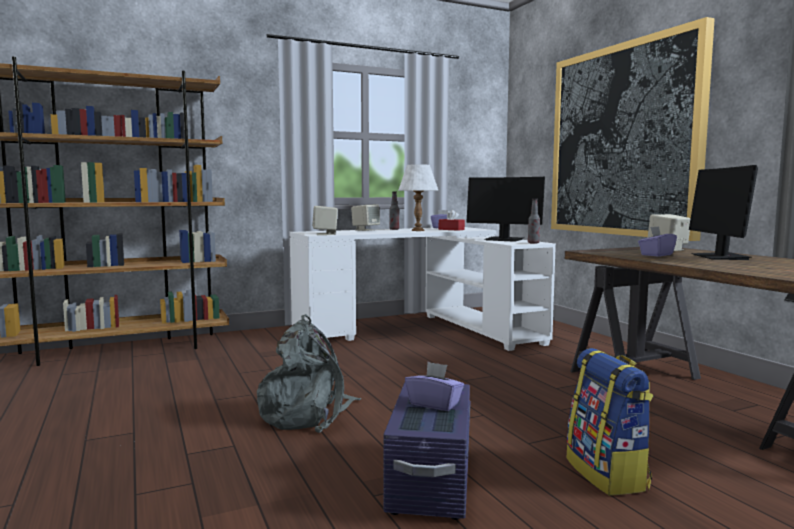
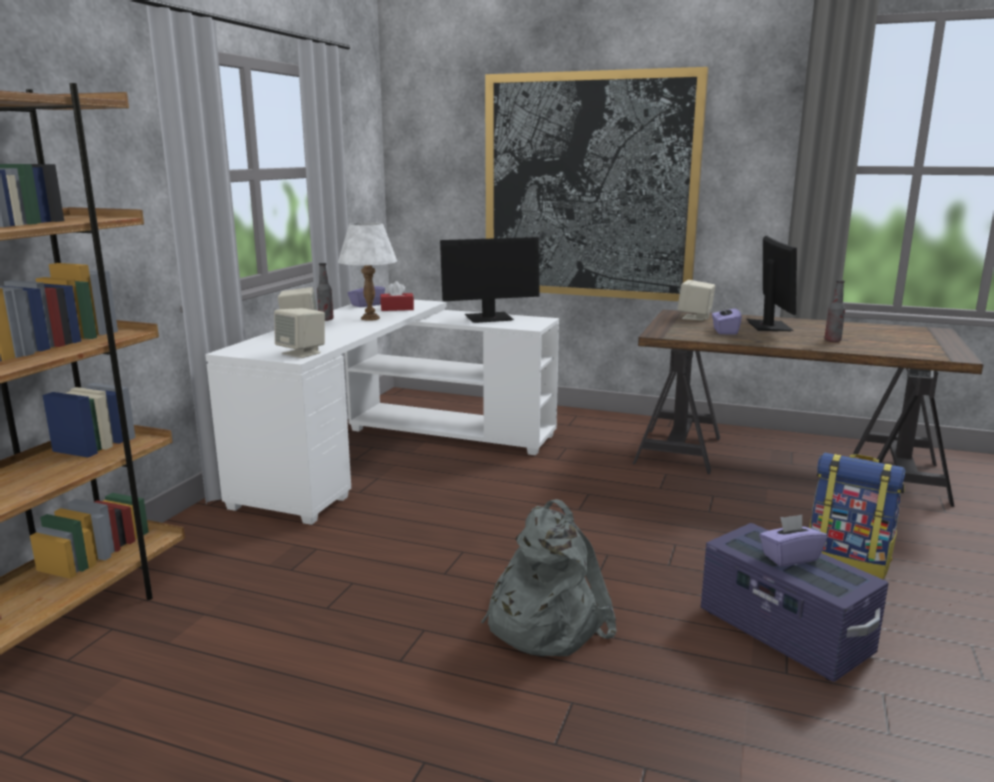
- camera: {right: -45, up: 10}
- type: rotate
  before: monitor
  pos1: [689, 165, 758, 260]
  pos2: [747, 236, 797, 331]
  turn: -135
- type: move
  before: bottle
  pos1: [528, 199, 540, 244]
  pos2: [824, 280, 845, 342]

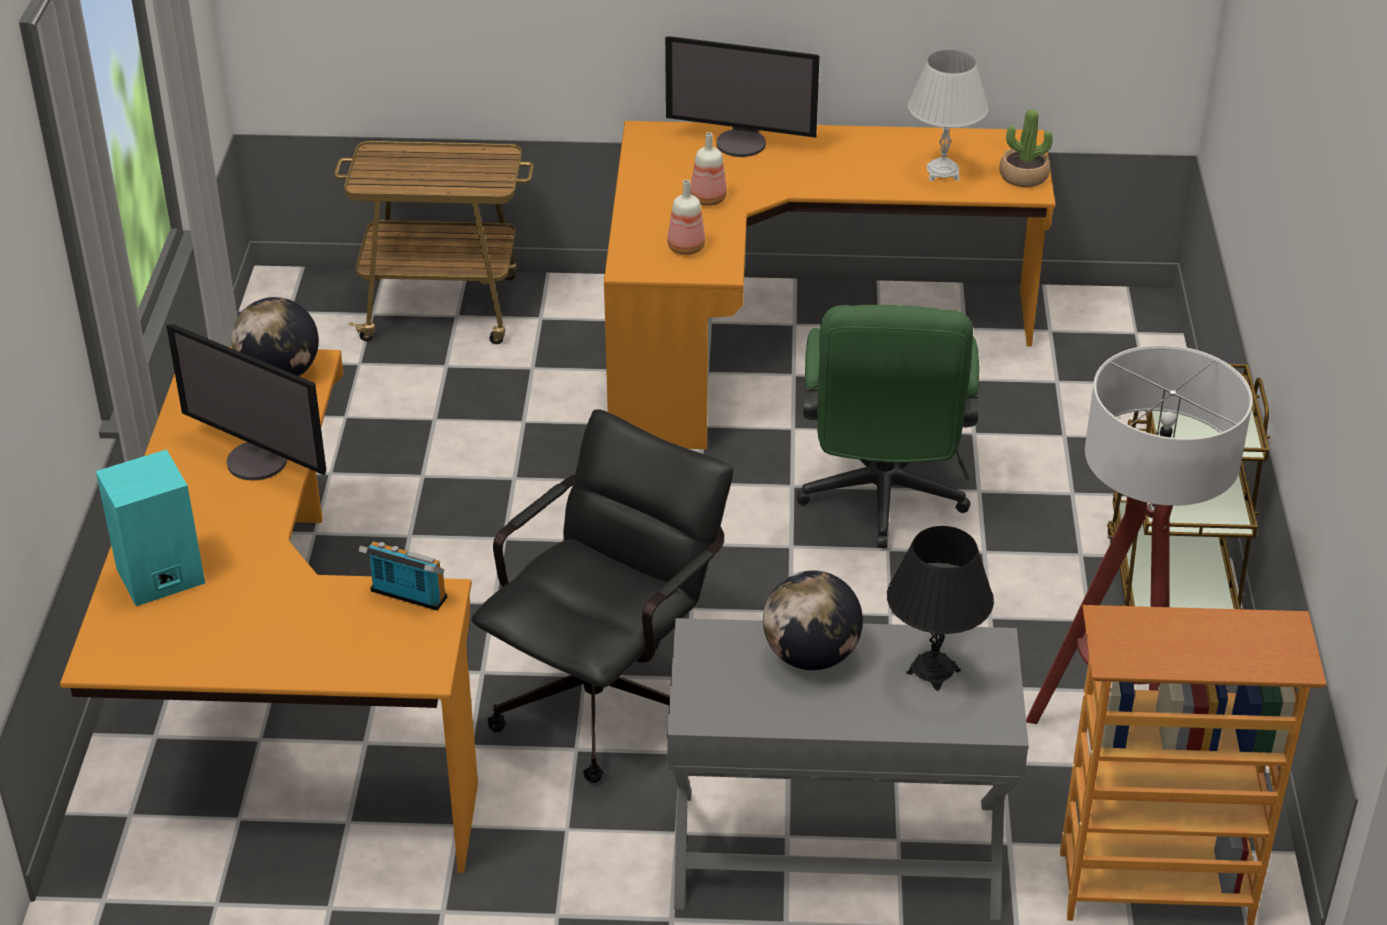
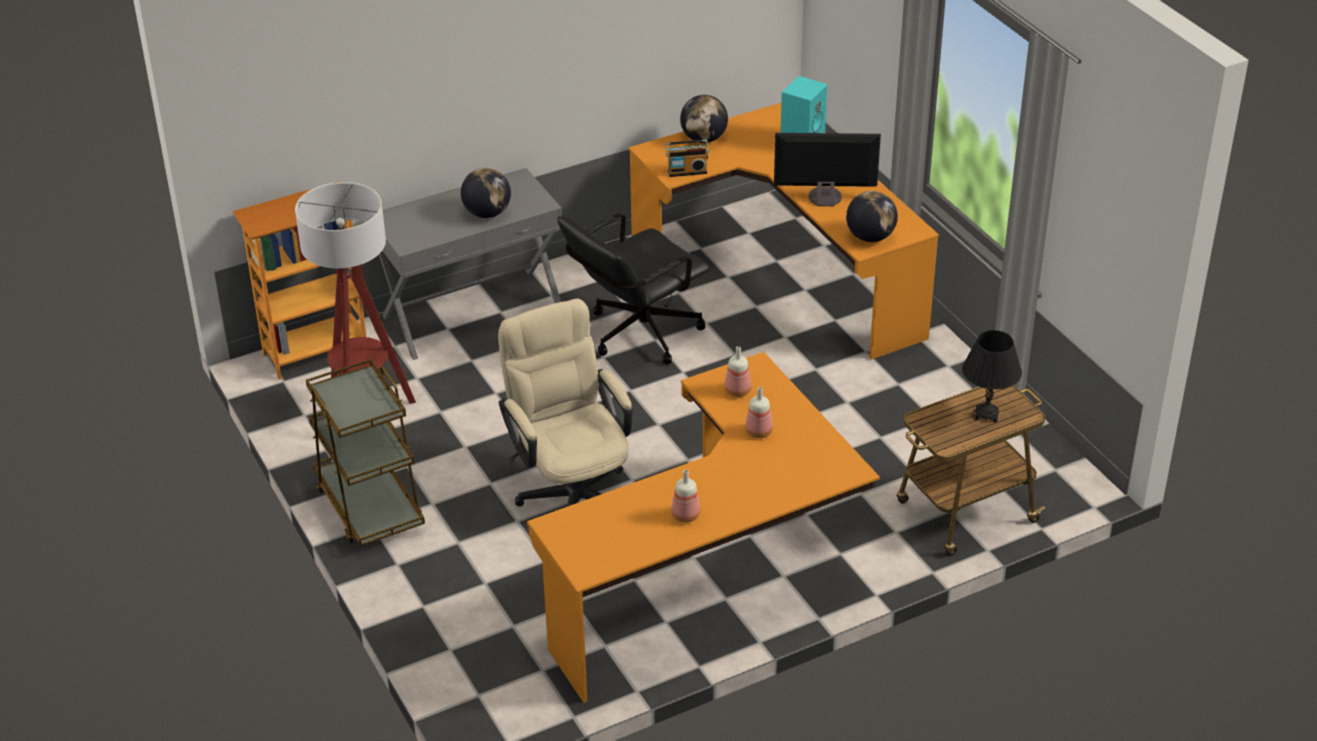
- camera: {right: 150, up: 0}
- type: recolor
  before: office chair in green
  after: office chair in beige
  pos1: [796, 305, 979, 548]
  pos2: [498, 299, 633, 507]
- type: rotate
  before: office chair in black
  pos1: [471, 410, 733, 783]
  pos2: [557, 213, 710, 364]
  turn: 45
- type: insert
  after: bottle
  pos2: [671, 470, 700, 523]
- type: insert
  after: globe
  pos2: [680, 95, 728, 143]
- type: move
  before: table lamp in black
  pos1: [887, 526, 994, 691]
  pos2: [962, 330, 1022, 423]
- type: delete
  before: monitor
  pos1: [665, 36, 820, 157]
- type: delete
  before: table lamp in white
  pos1: [908, 50, 988, 181]
- type: delete
  before: potted plant
  pos1: [1000, 109, 1053, 187]

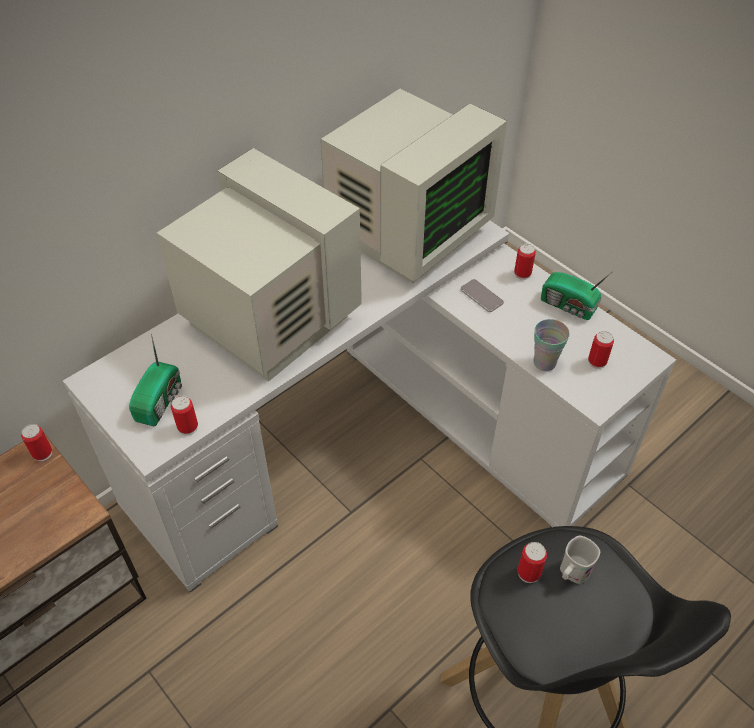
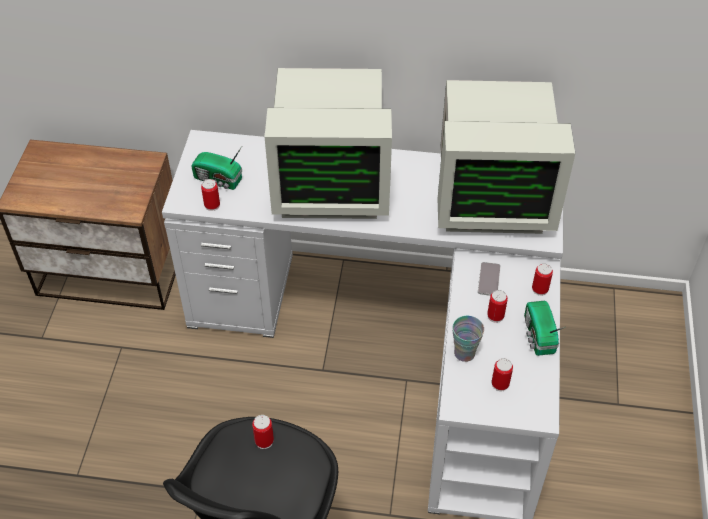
- camera: {right: 50, up: 0}
- type: rotate
  before: radio
  pos1: [129, 333, 182, 426]
  pos2: [191, 147, 242, 190]
  turn: 45
- type: rotate
  before: monitor
  pos1: [157, 148, 362, 382]
  pos2: [265, 68, 392, 219]
  turn: 90
- type: move
  before: can
  pos1: [21, 424, 52, 461]
  pos2: [487, 290, 508, 323]
- type: delete
  before: mug in white
  pos1: [560, 536, 600, 584]

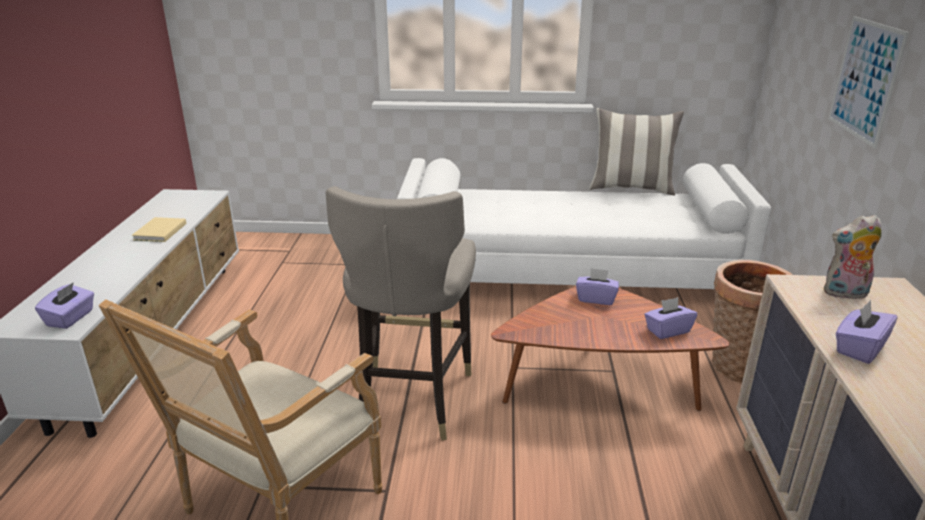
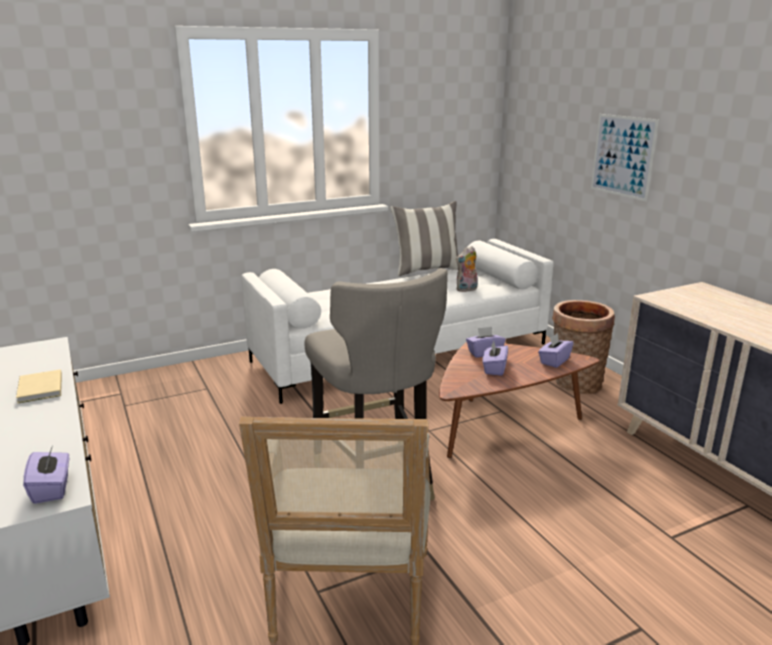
- camera: {right: -30, up: -5}
- type: move
  before: plush toy
  pos1: [824, 215, 882, 299]
  pos2: [456, 246, 477, 292]
- type: move
  before: tissue box in purple
  pos1: [836, 300, 898, 364]
  pos2: [483, 340, 508, 376]

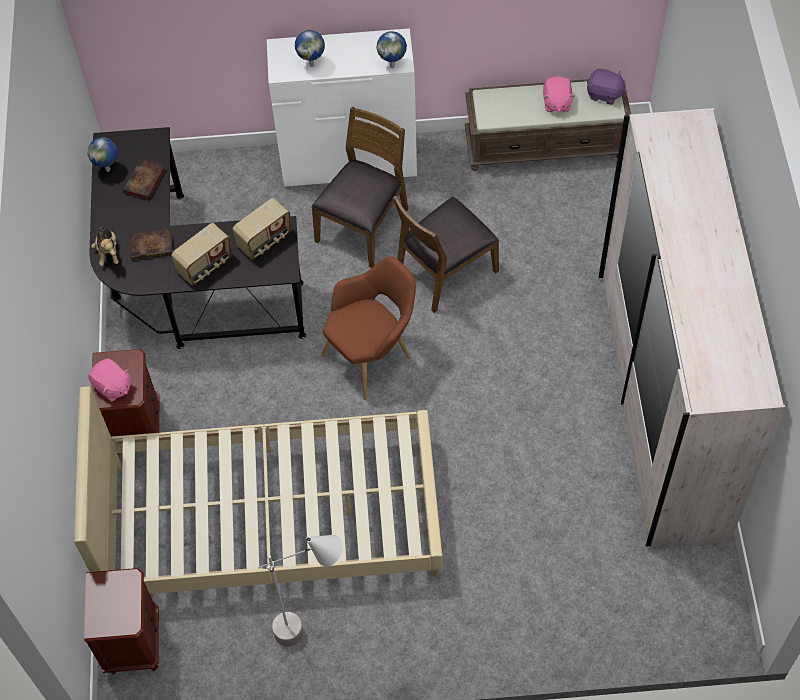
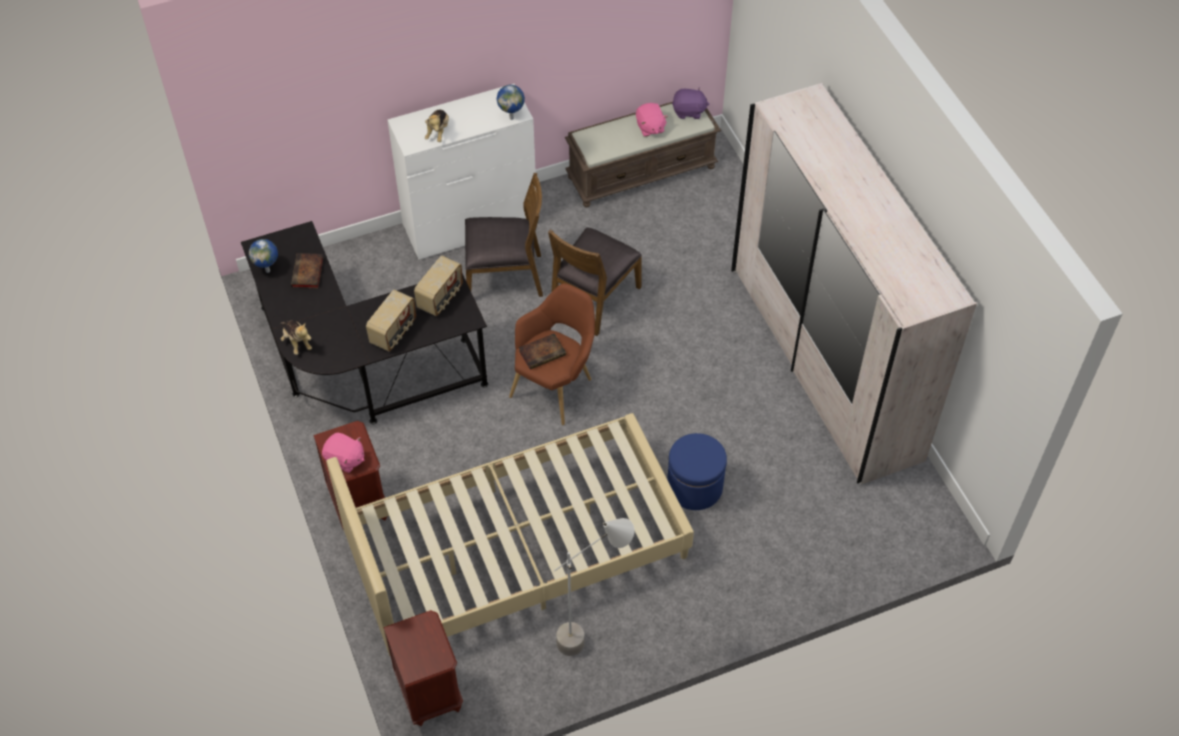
- camera: {right: -20, up: -5}
- type: replace
  before: globe
  after: plush toy
  pos1: [295, 30, 325, 67]
  pos2: [425, 109, 449, 142]
- type: rotate
  before: chair in brown
  pos1: [311, 107, 408, 268]
  pos2: [465, 173, 543, 297]
  turn: 75
- type: move
  before: book
  pos1: [129, 228, 173, 260]
  pos2: [519, 334, 566, 370]
- type: insert
  after: ottoman in blue
  pos2: [667, 433, 727, 510]

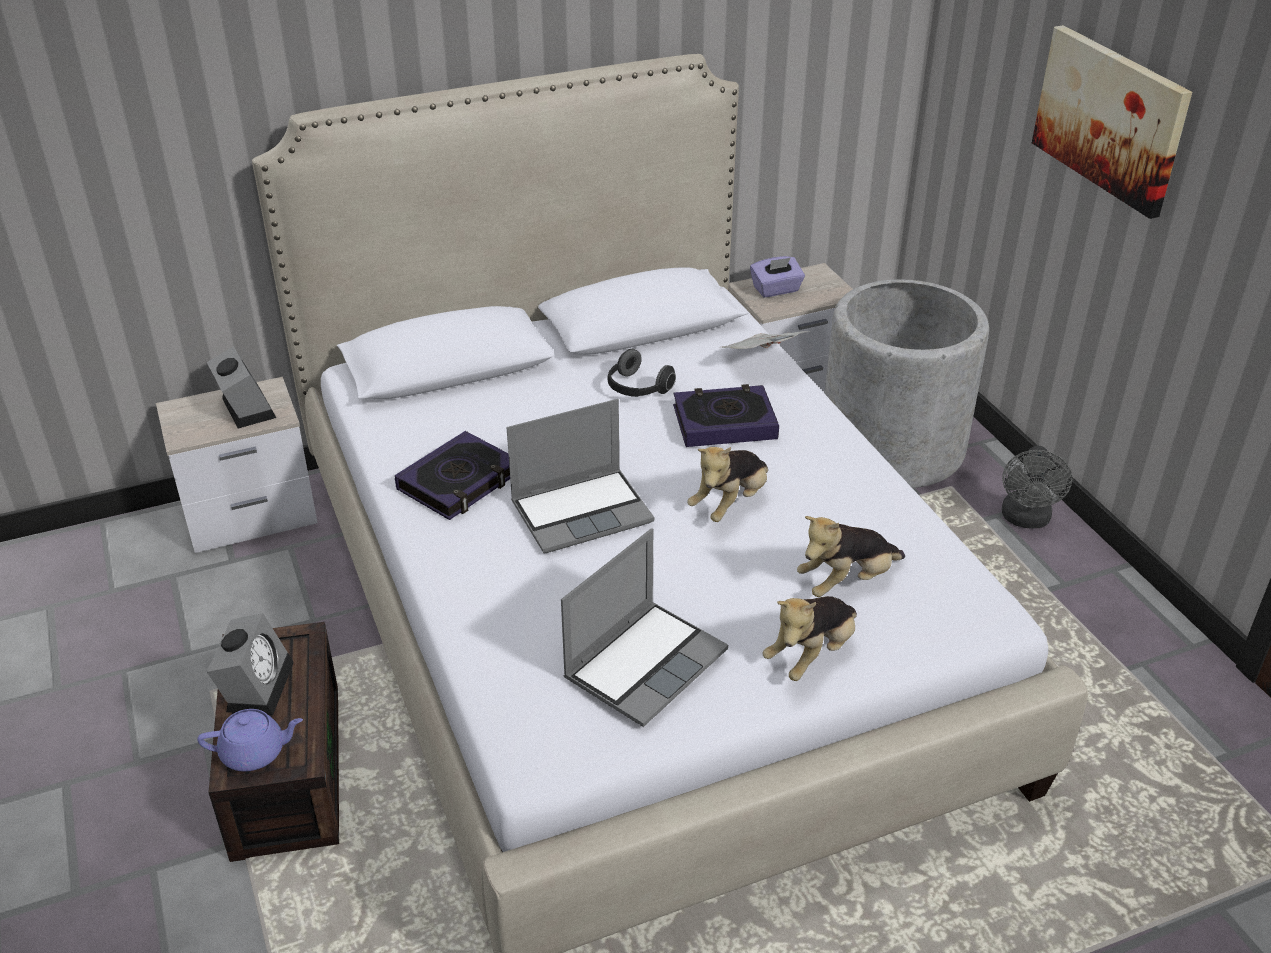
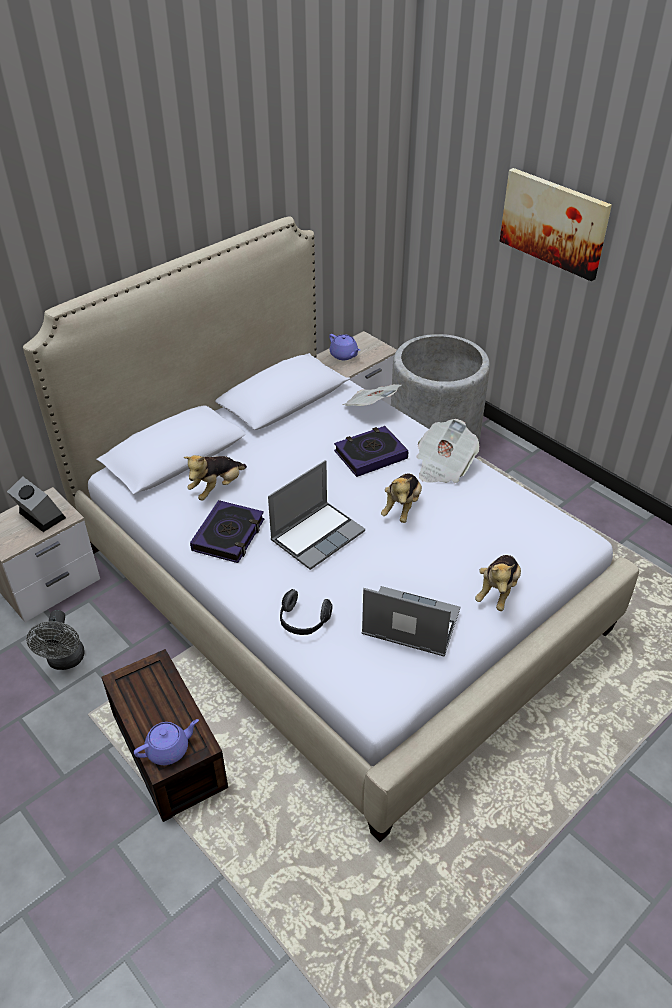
- camera: {right: -20, up: 5}
- type: move
  before: fan in grey
  pos1: [1002, 446, 1072, 528]
  pos2: [26, 610, 85, 670]
- type: move
  before: plush toy
  pos1: [797, 516, 905, 597]
  pos2: [184, 455, 247, 501]
- type: move
  before: headphones
  pos1: [608, 349, 676, 397]
  pos2: [280, 589, 333, 635]
- type: replace
  before: tissue box in purple
  after: teapot in purple
  pos1: [750, 256, 805, 297]
  pos2: [329, 334, 360, 360]
- type: rotate
  before: laptop
  pos1: [561, 528, 728, 727]
  pos2: [362, 586, 460, 656]
  turn: -90
- type: insert
  after: newspaper
  pos2: [417, 419, 480, 483]
- type: delete
  before: alarm clock
  pos1: [207, 613, 294, 715]

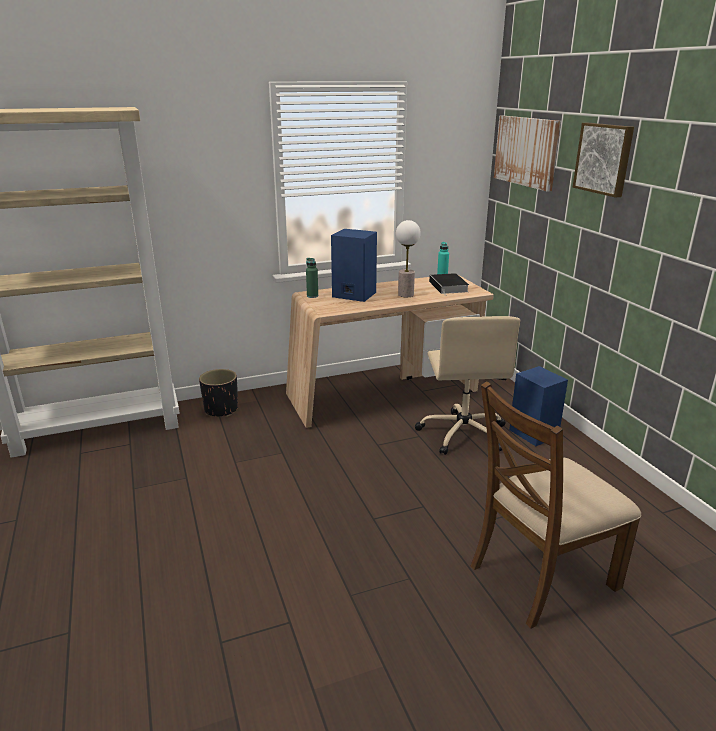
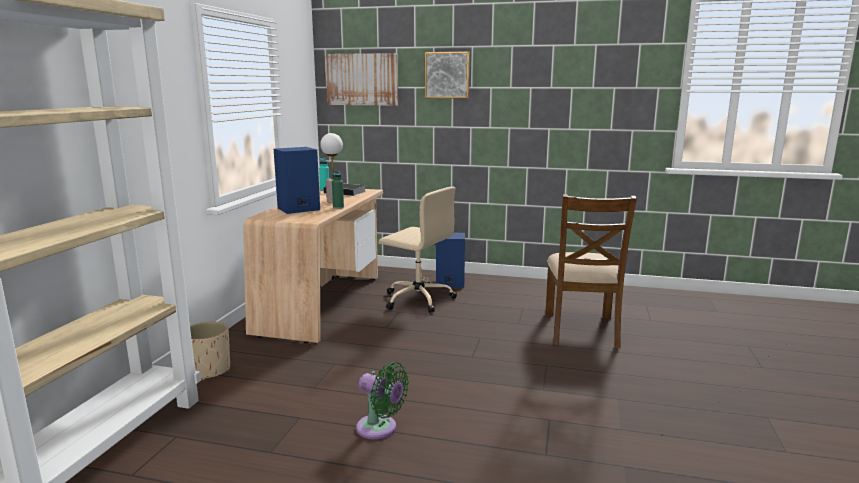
- camera: {right: -55, up: -10}
- type: recolor
  before: planter in black
  after: planter in beige
  pos1: [199, 369, 238, 417]
  pos2: [190, 322, 230, 380]
- type: move
  before: bottle in green
  pos1: [306, 258, 318, 298]
  pos2: [332, 171, 344, 209]
- type: insert
  after: fan in green
  pos2: [356, 362, 409, 440]

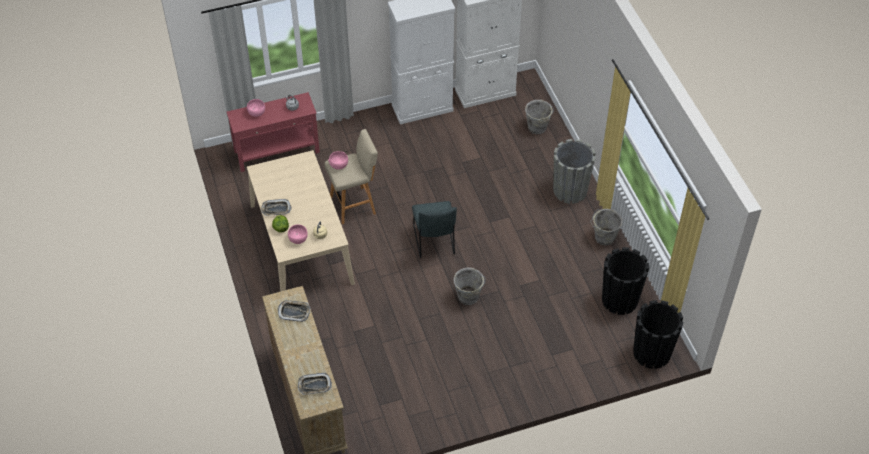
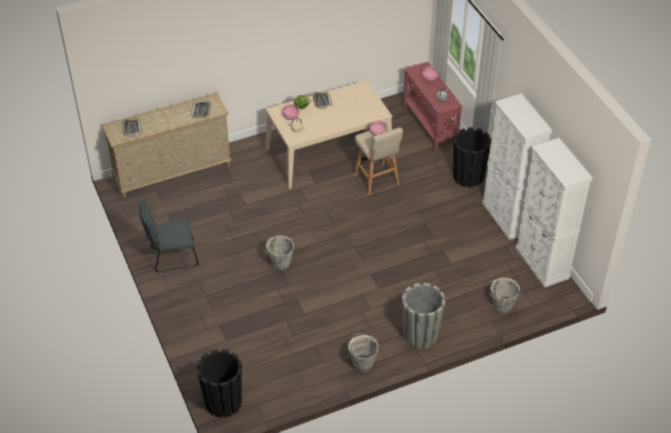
- camera: {right: 85, up: -5}
- type: move
  before: chair in grey
  pos1: [412, 201, 457, 258]
  pos2: [139, 200, 199, 272]
- type: move
  before: planter in black
  pos1: [602, 247, 649, 315]
  pos2: [453, 127, 491, 188]

